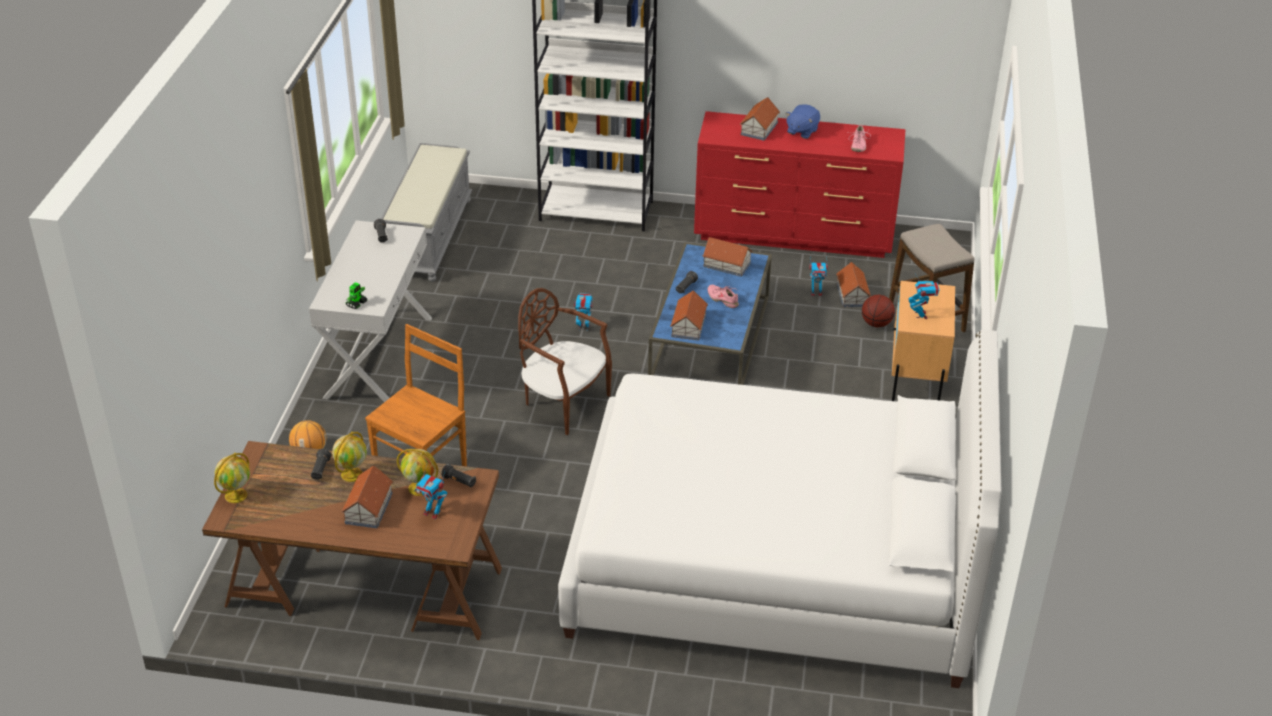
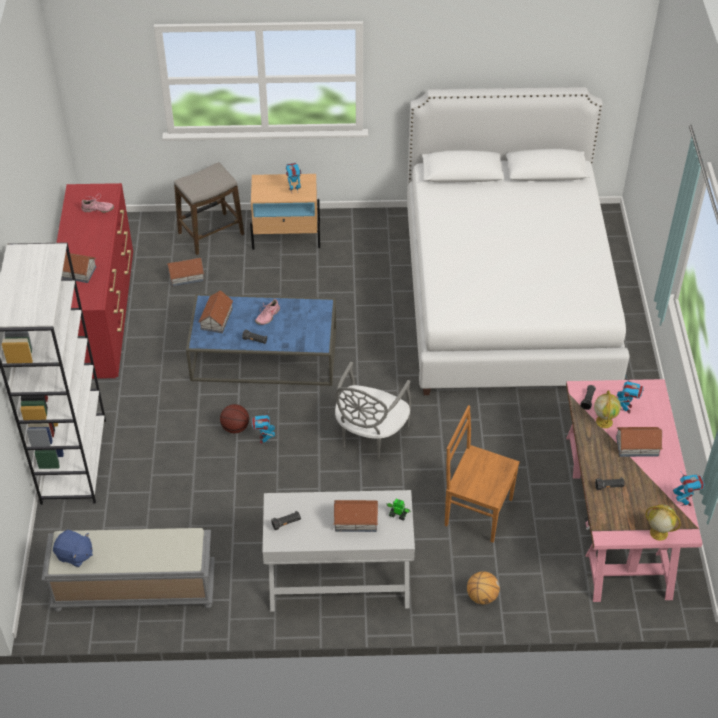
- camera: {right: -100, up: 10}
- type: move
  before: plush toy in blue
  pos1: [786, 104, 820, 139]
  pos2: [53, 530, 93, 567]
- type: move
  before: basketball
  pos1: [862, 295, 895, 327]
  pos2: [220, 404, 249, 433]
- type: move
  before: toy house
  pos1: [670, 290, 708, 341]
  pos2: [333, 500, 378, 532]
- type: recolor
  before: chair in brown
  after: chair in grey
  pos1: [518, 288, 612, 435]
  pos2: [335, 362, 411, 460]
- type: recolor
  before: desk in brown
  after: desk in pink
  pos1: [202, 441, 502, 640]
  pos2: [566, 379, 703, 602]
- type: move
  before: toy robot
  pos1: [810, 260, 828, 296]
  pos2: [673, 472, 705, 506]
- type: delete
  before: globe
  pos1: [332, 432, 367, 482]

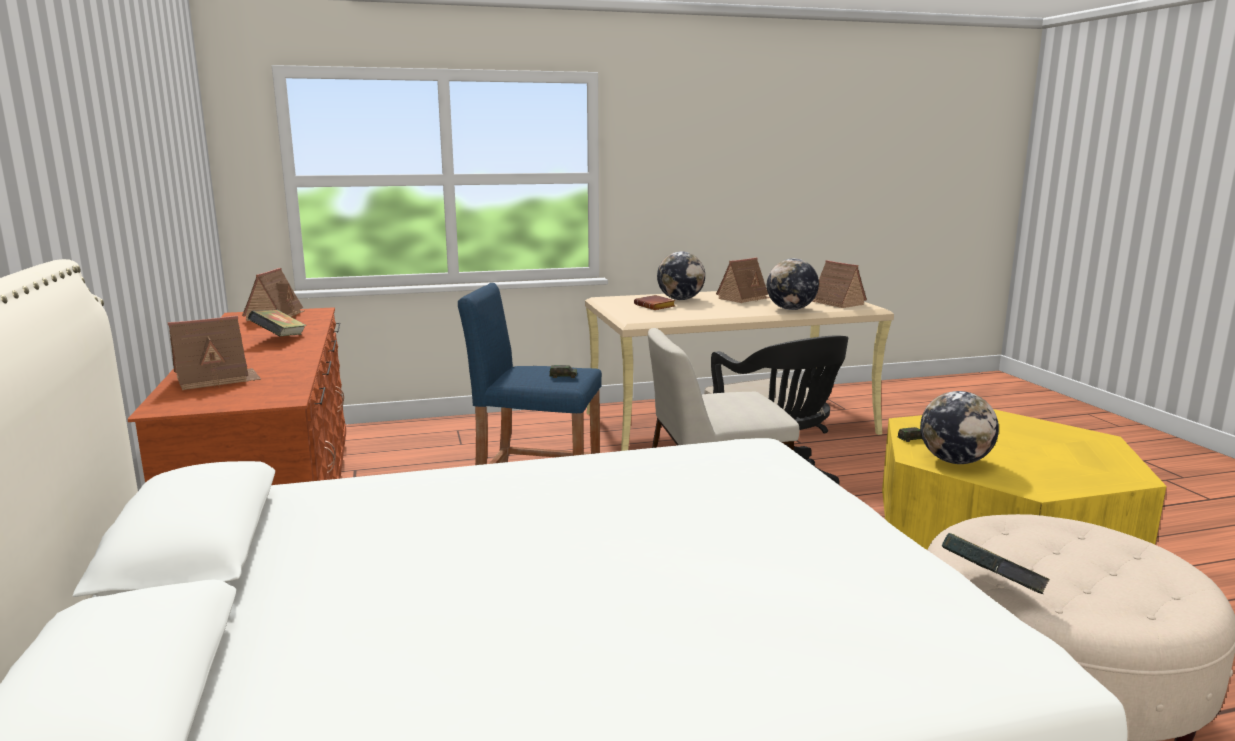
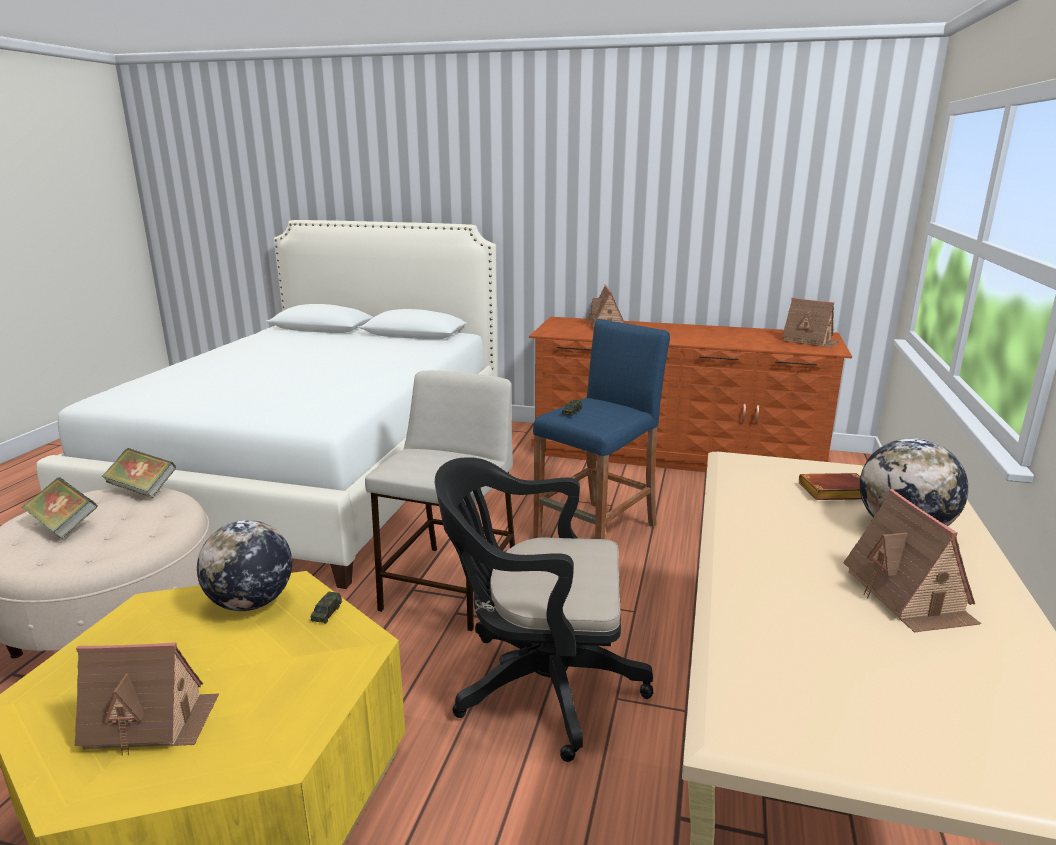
- camera: {right: 120, up: 5}
- type: move
  before: book
  pos1: [248, 309, 307, 337]
  pos2: [22, 477, 97, 539]
- type: move
  before: toy house
  pos1: [812, 260, 867, 308]
  pos2: [75, 642, 219, 756]
- type: delete
  before: globe
  pos1: [767, 258, 819, 310]

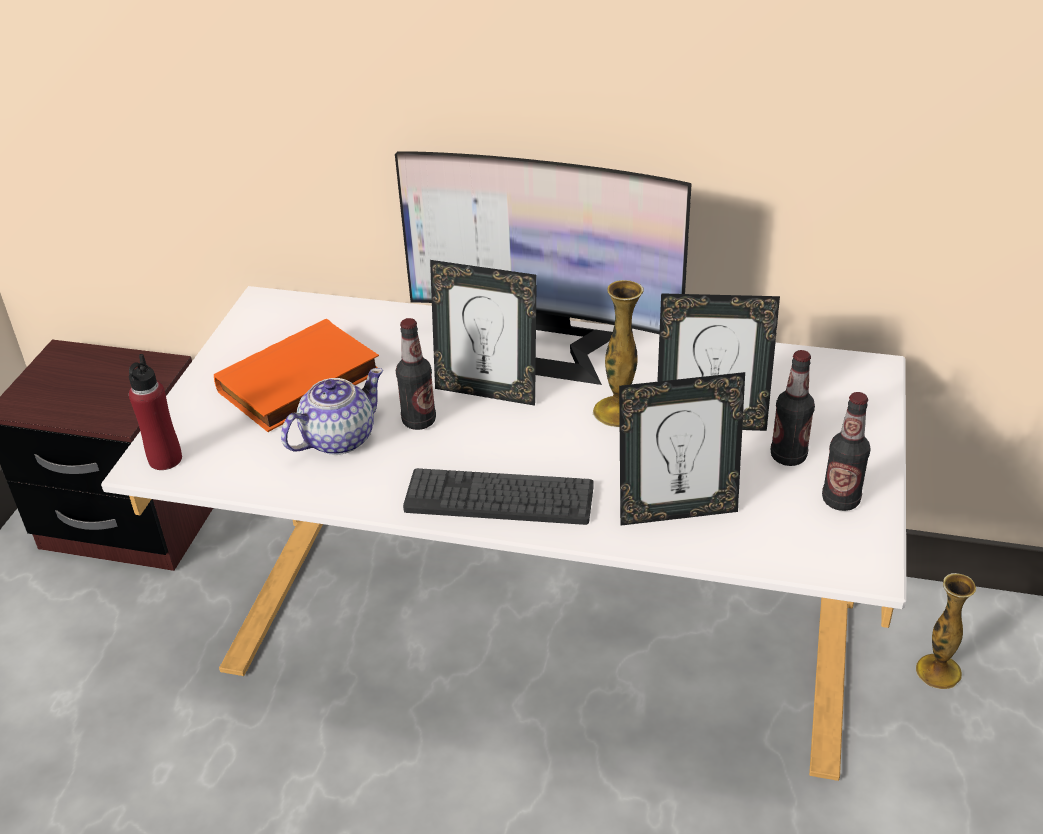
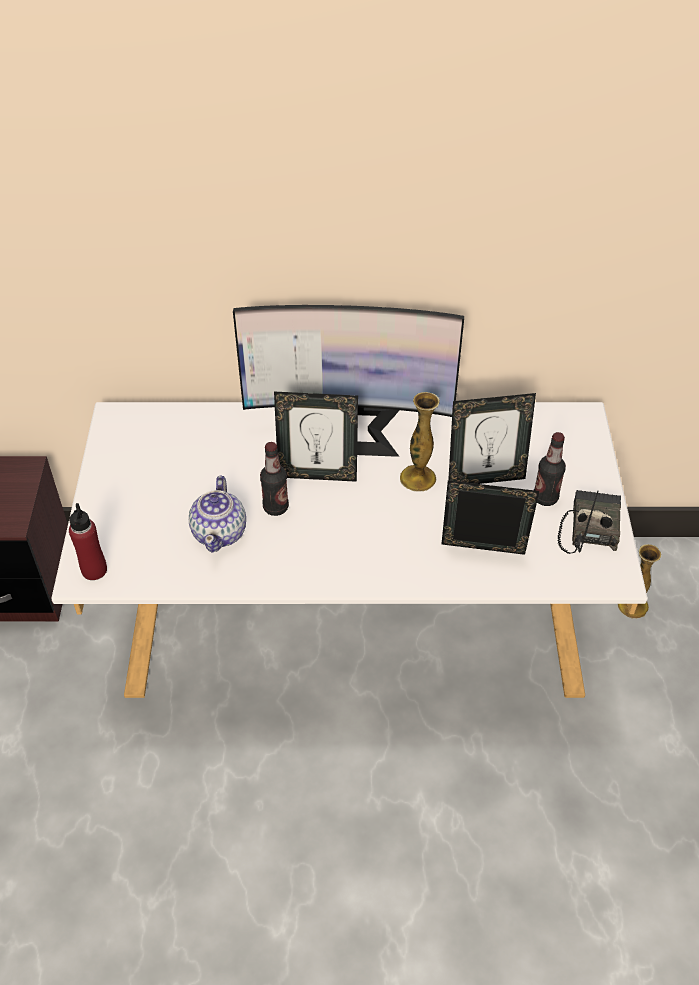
- camera: {right: -15, up: 10}
- type: rotate
  before: teapot
  pos1: [281, 368, 383, 455]
  pos2: [189, 476, 246, 553]
  turn: 150
- type: rotate
  before: picture frame
  pos1: [619, 372, 745, 526]
  pos2: [442, 480, 539, 555]
  turn: -150
- type: replace
  before: bottle
  after: radio
  pos1: [822, 392, 871, 511]
  pos2: [558, 490, 621, 554]
- type: delete
  before: book in orange
  pos1: [214, 318, 379, 432]
- type: delete
  before: keyboard
  pos1: [403, 468, 594, 525]

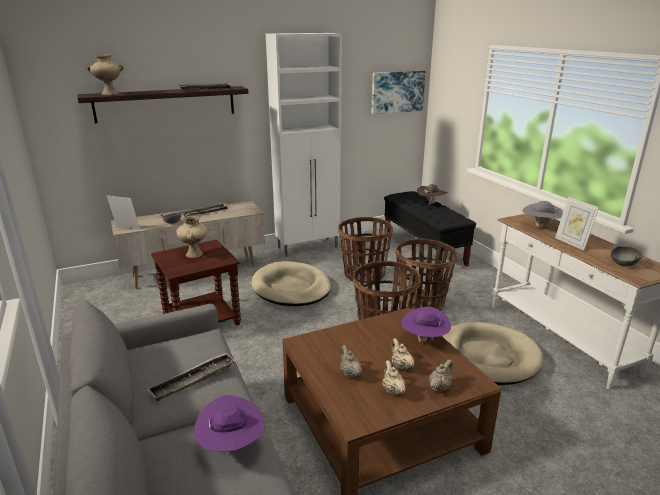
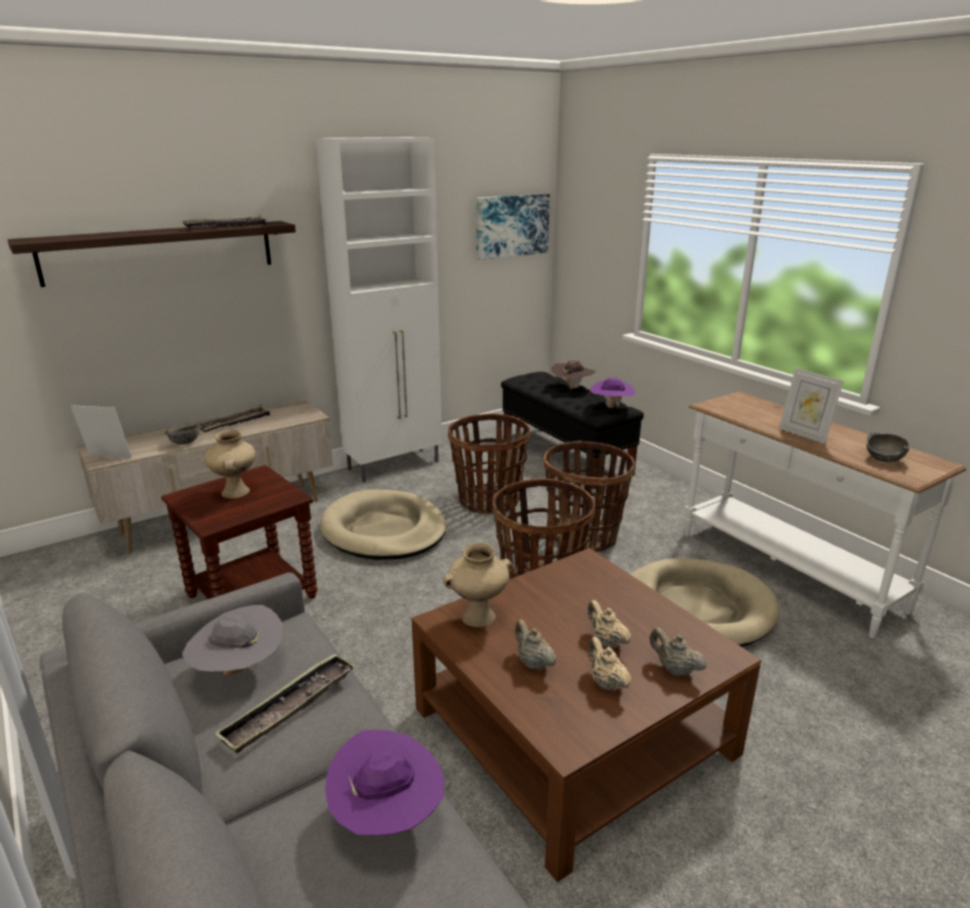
- camera: {right: -10, up: 0}
- type: move
  before: hat in grey
  pos1: [522, 201, 563, 228]
  pos2: [182, 605, 283, 676]
- type: move
  before: vase in beige
  pos1: [87, 54, 124, 95]
  pos2: [443, 542, 513, 627]
- type: move
  before: hat in purple
  pos1: [401, 307, 451, 342]
  pos2: [590, 377, 636, 408]
- type: rotate
  before: teapot in beige
  pos1: [429, 359, 453, 392]
  pos2: [650, 628, 707, 676]
  turn: -75

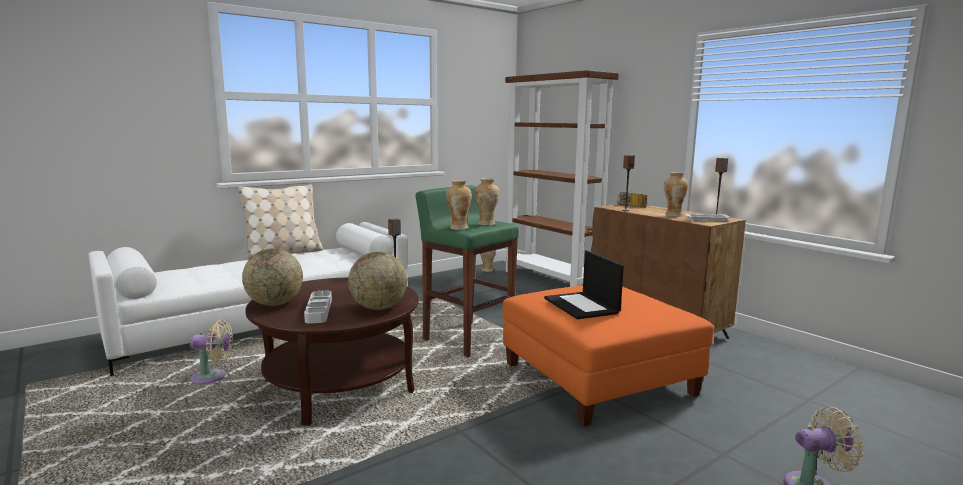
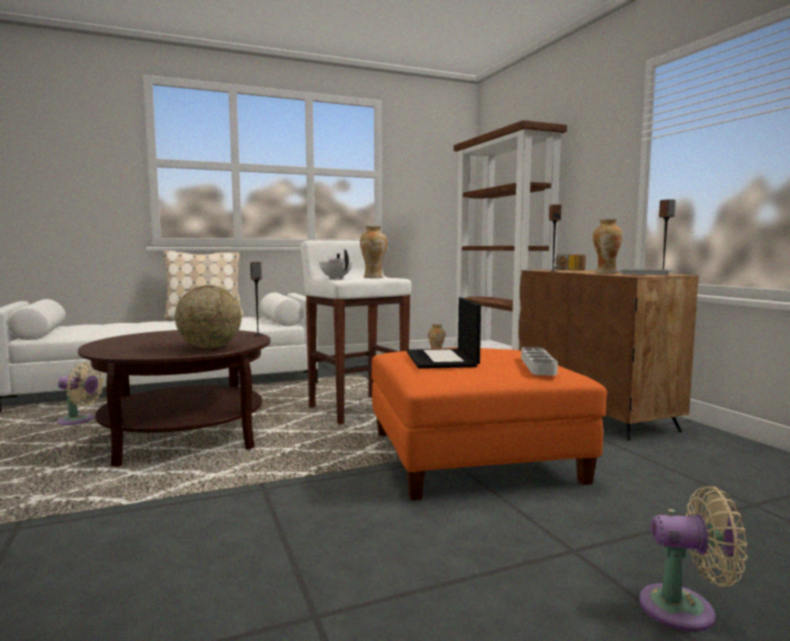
- camera: {right: 15, up: -5}
- type: recolor
  before: stool in green
  after: stool in white
  pos1: [415, 185, 519, 357]
  pos2: [301, 240, 411, 425]
- type: replace
  before: vase
  after: teapot in white
  pos1: [446, 180, 472, 230]
  pos2: [319, 249, 353, 279]
- type: move
  before: tray in grey
  pos1: [304, 291, 332, 324]
  pos2: [521, 347, 558, 375]
- type: delete
  before: globe
  pos1: [242, 248, 303, 306]

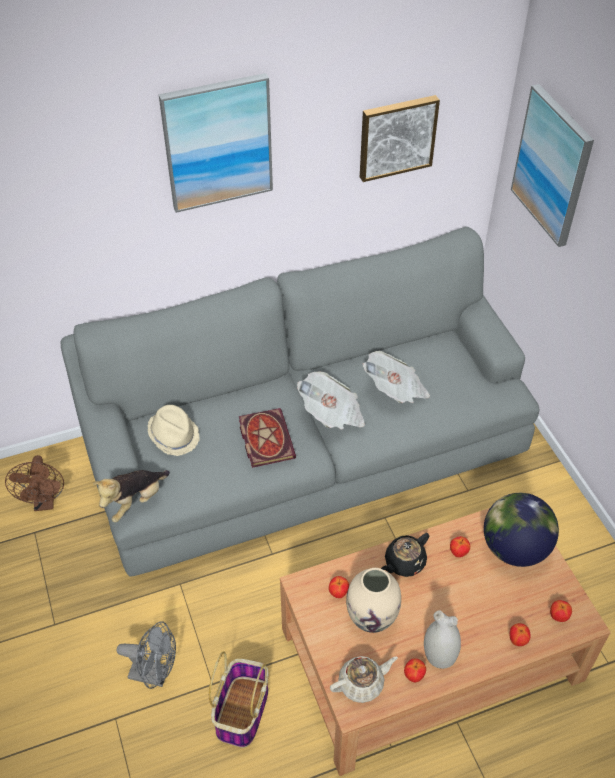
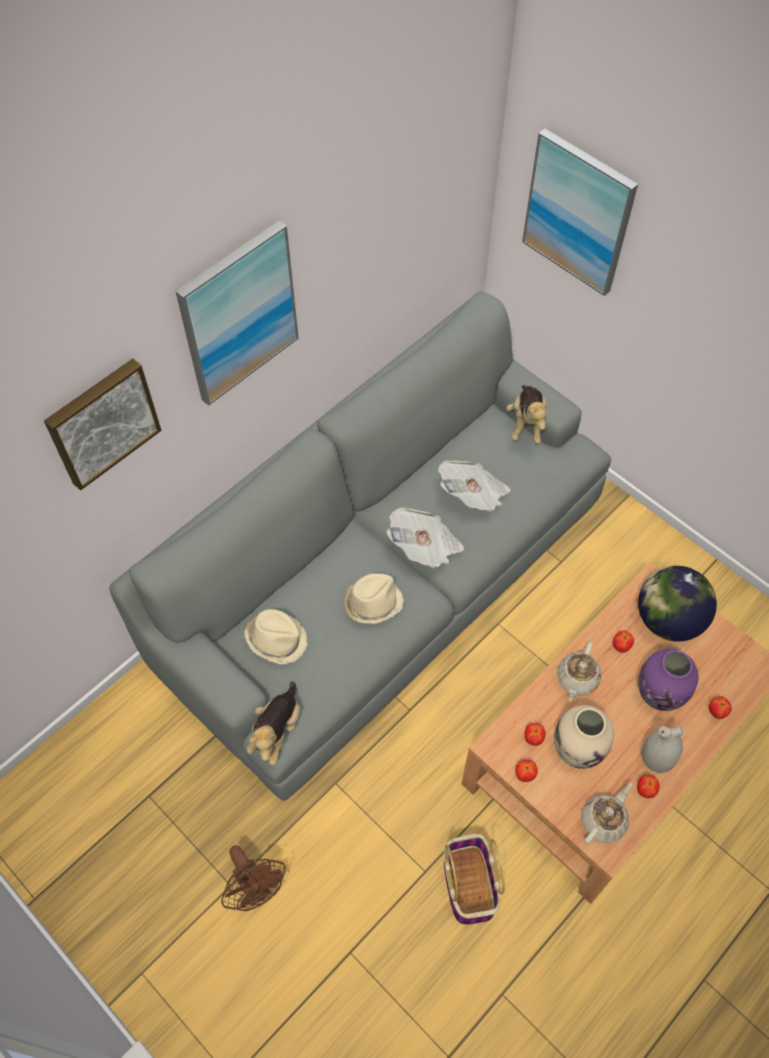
- camera: {right: -25, up: 10}
- type: move
  before: picture
  pos1: [360, 95, 440, 182]
  pos2: [44, 358, 161, 491]
- type: move
  before: fan in brown
  pos1: [5, 455, 64, 511]
  pos2: [221, 845, 286, 911]
- type: replace
  before: book
  after: hat in beige
  pos1: [239, 408, 296, 468]
  pos2: [344, 573, 404, 624]
- type: insert
  after: plush toy
  pos2: [506, 385, 550, 444]
- type: move
  before: apple
  pos1: [550, 600, 572, 622]
  pos2: [515, 760, 538, 782]
- type: recolor
  before: teapot in black
  after: teapot in beige
  pos1: [381, 533, 429, 577]
  pos2: [557, 642, 601, 701]
- type: insert
  after: vase in purple
  pos2: [638, 649, 699, 711]
- type: delete
  before: fan in grey
  pos1: [117, 621, 176, 689]

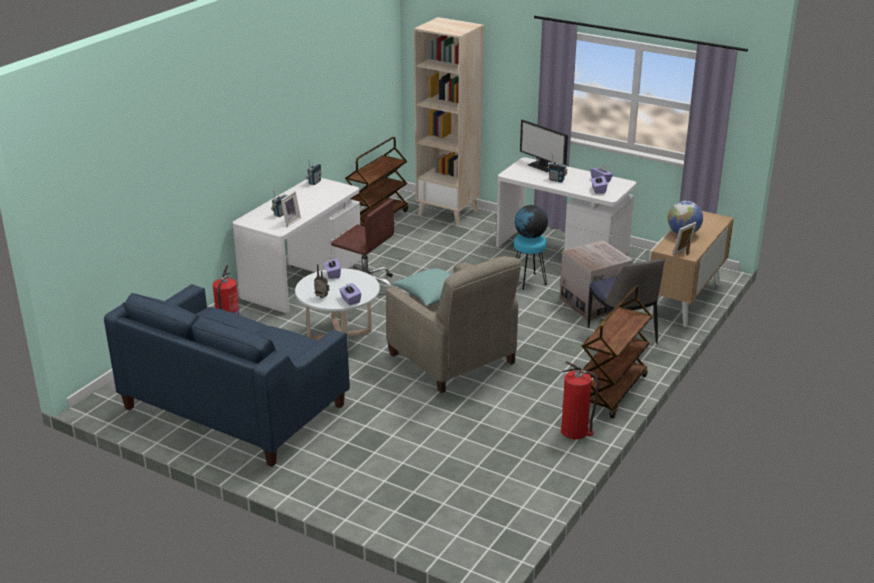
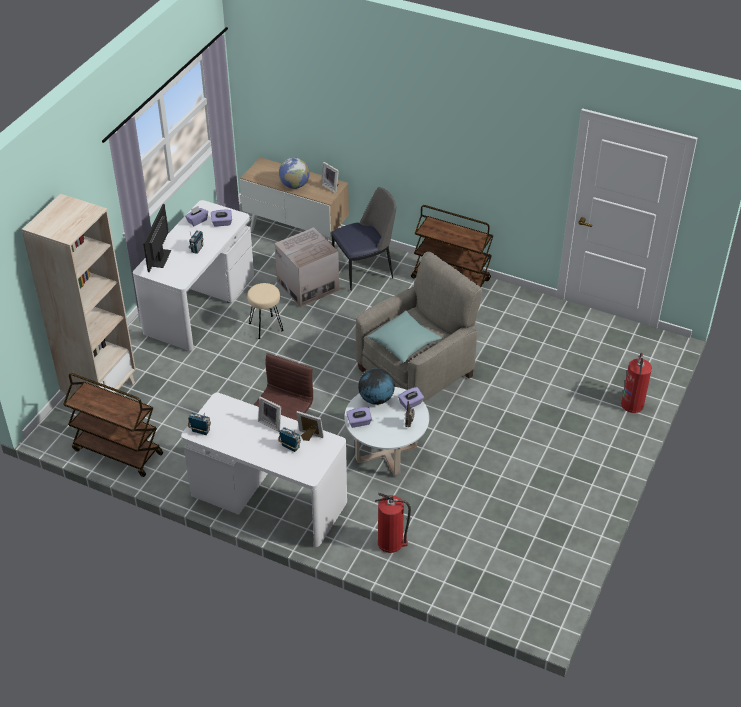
- camera: {right: -95, up: 15}
- type: rotate
  before: monitor
  pos1: [520, 120, 568, 172]
  pos2: [143, 204, 171, 272]
  turn: 150
- type: recolor
  before: stool in turquoise
  after: stool in beige
  pos1: [514, 234, 547, 290]
  pos2: [247, 283, 284, 339]
- type: insert
  after: picture frame
  pos2: [258, 396, 281, 432]
- type: move
  before: globe
  pos1: [515, 205, 548, 238]
  pos2: [358, 368, 395, 405]
- type: move
  before: fire extinguisher
  pos1: [561, 361, 599, 439]
  pos2: [621, 353, 652, 413]
- type: delete
  before: sofa in blue
  pos1: [104, 284, 350, 467]

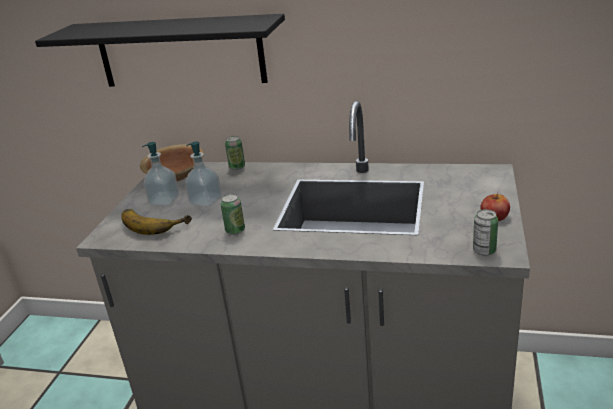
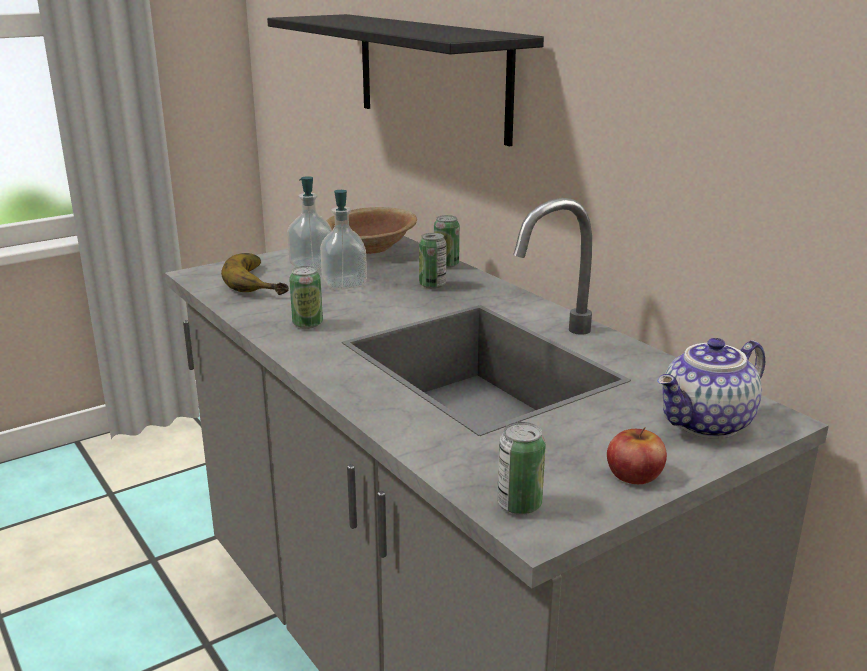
- camera: {right: 40, up: -5}
- type: insert
  after: can
  pos2: [419, 233, 446, 289]
- type: insert
  after: teapot
  pos2: [657, 338, 766, 439]

